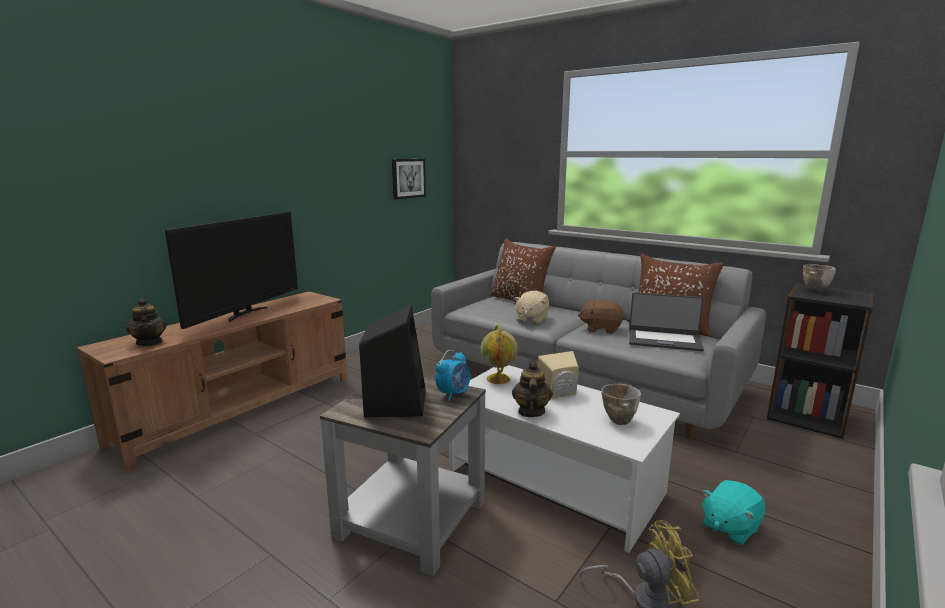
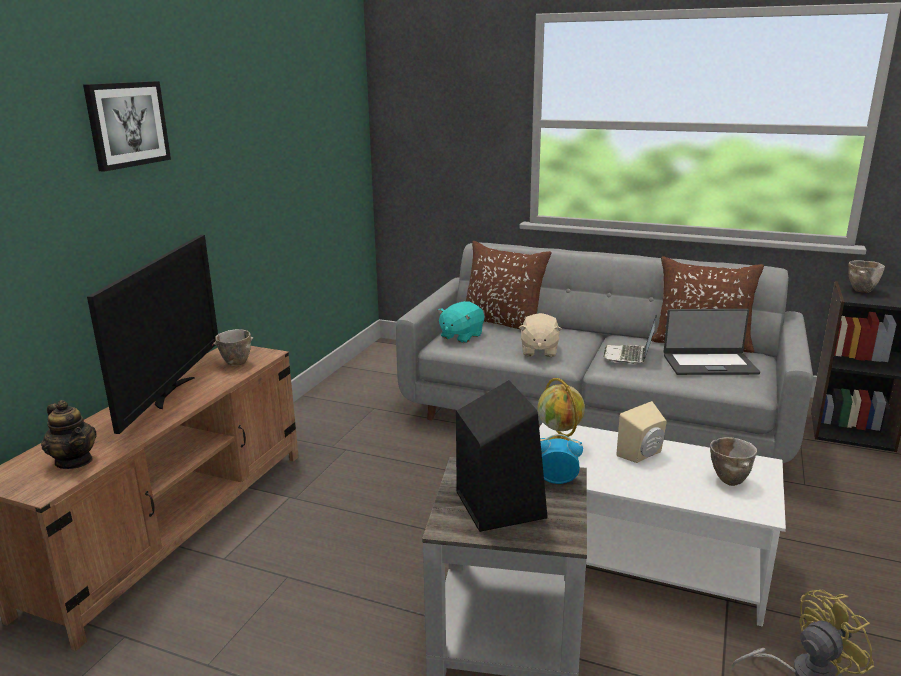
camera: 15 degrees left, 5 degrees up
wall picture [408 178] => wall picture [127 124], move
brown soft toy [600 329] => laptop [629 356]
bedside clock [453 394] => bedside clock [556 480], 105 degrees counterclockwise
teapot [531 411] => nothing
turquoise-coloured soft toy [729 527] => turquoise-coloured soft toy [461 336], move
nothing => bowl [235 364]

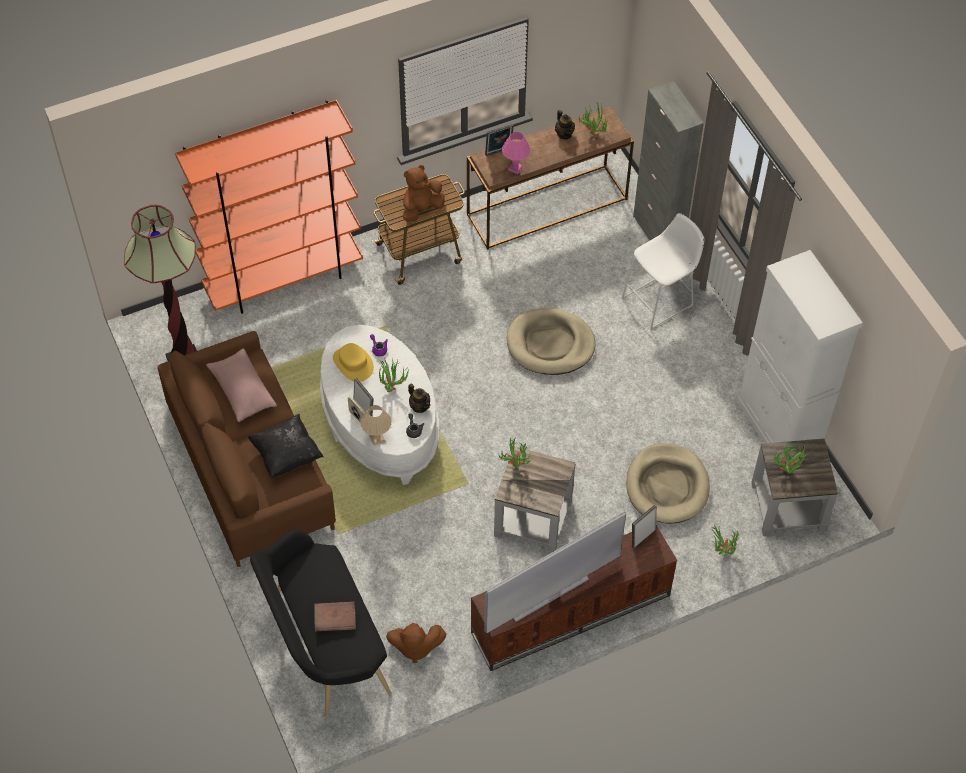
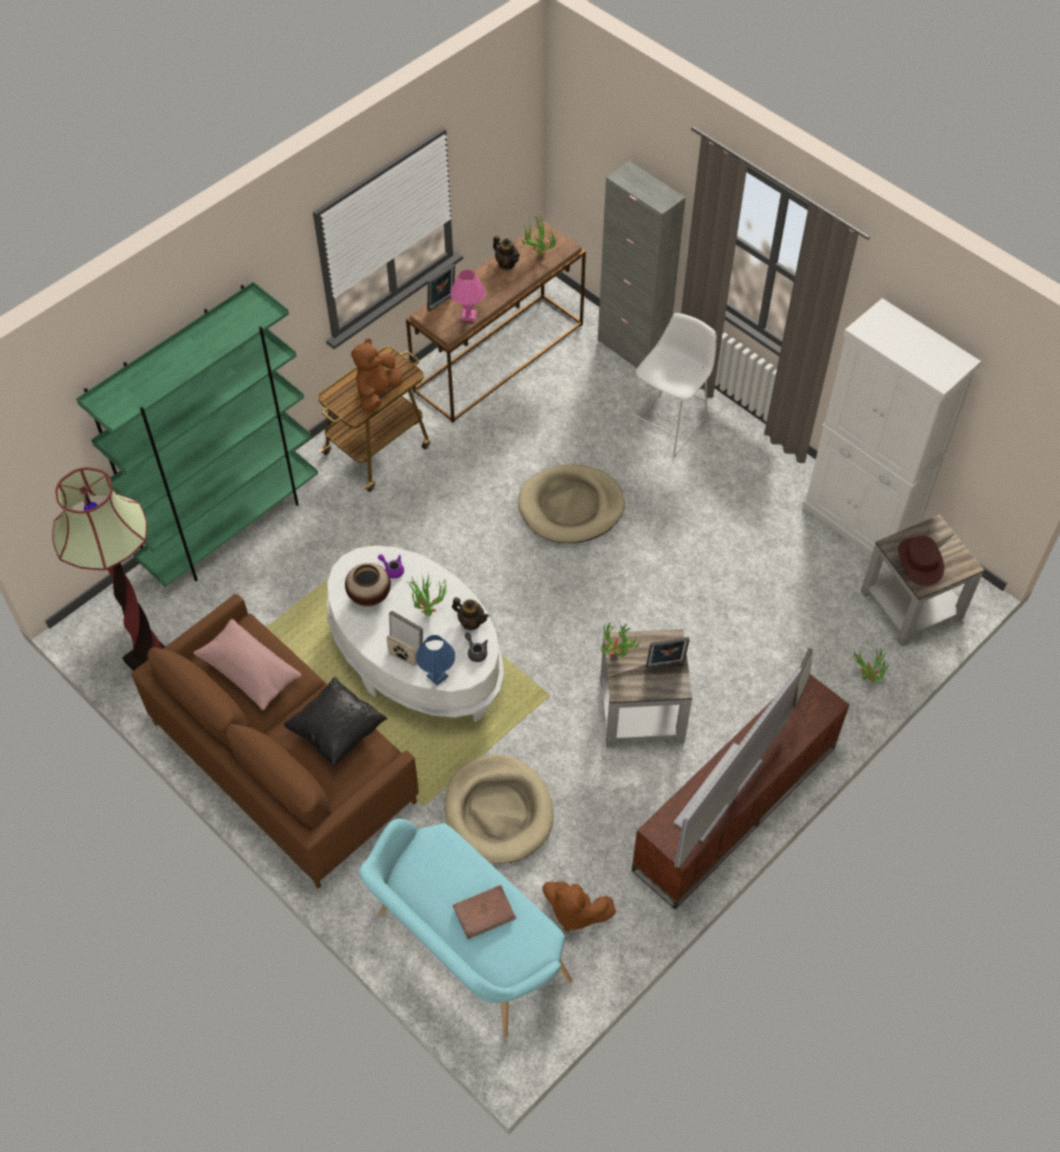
camera: 20 degrees left, 0 degrees up
orange-coloured shelving unit [284 280] => green shelving unit [231 526]
yellow-coloured clothing hat [353 363] => vase [369 596]
sand-coloured lamp for a table [377 439] => bluish lamp for a table [438 676]
sand-coloured pet bed [667 486] => sand-coloured pet bed [498 811], move
plant in a pot [788 470] => brown clothing hat [920 561]
black indoor bench [324 646] => turquoise-coloured indoor bench [465 950]
brown soft toy [415 647] => brown soft toy [574 912], 45 degrees clockwise
nothing => photo frame [665 666]

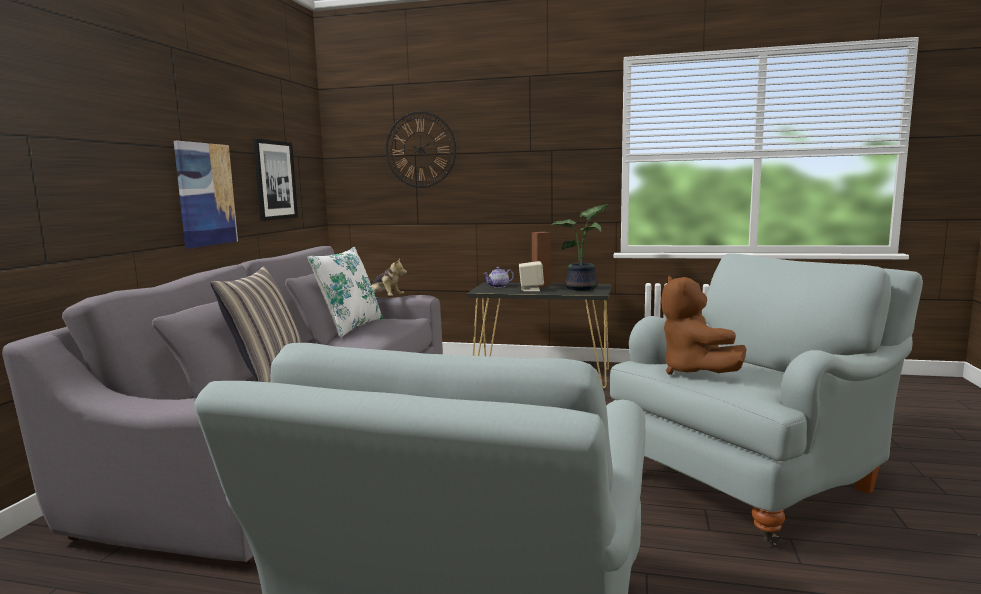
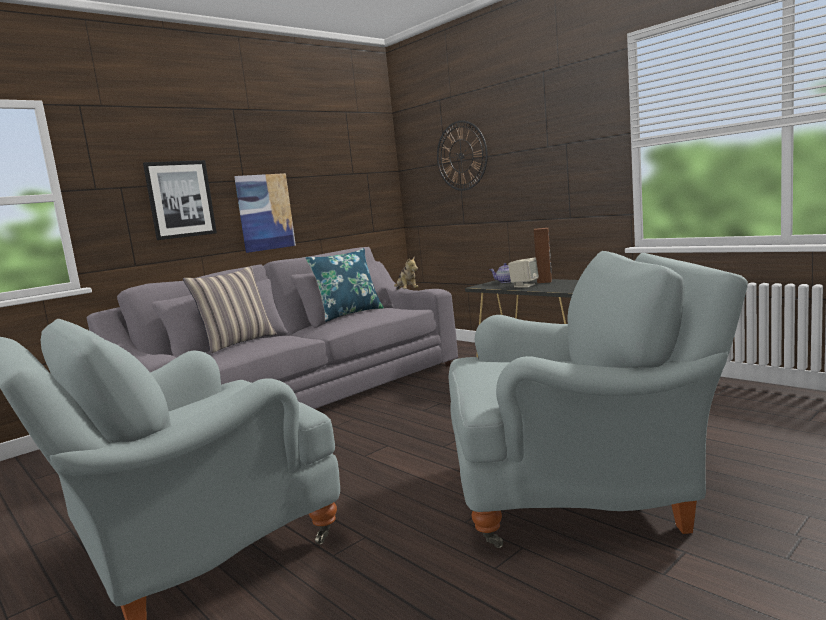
camera: 35 degrees right, 0 degrees up
wall picture [275 180] => wall picture [180 199], move
plant in a pot [583 288] => nothing
white-coloured pillow [350 327] => bluish pillow [349 314]
brown soft toy [694 371] => nothing

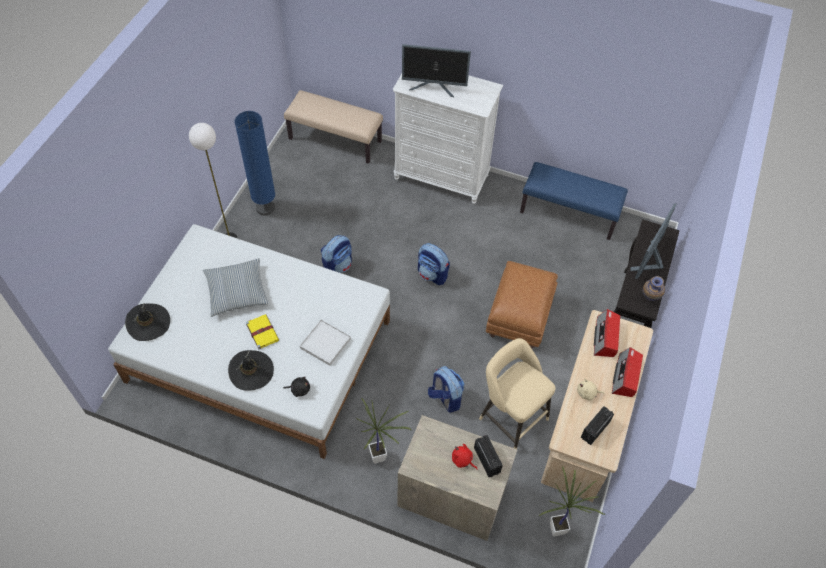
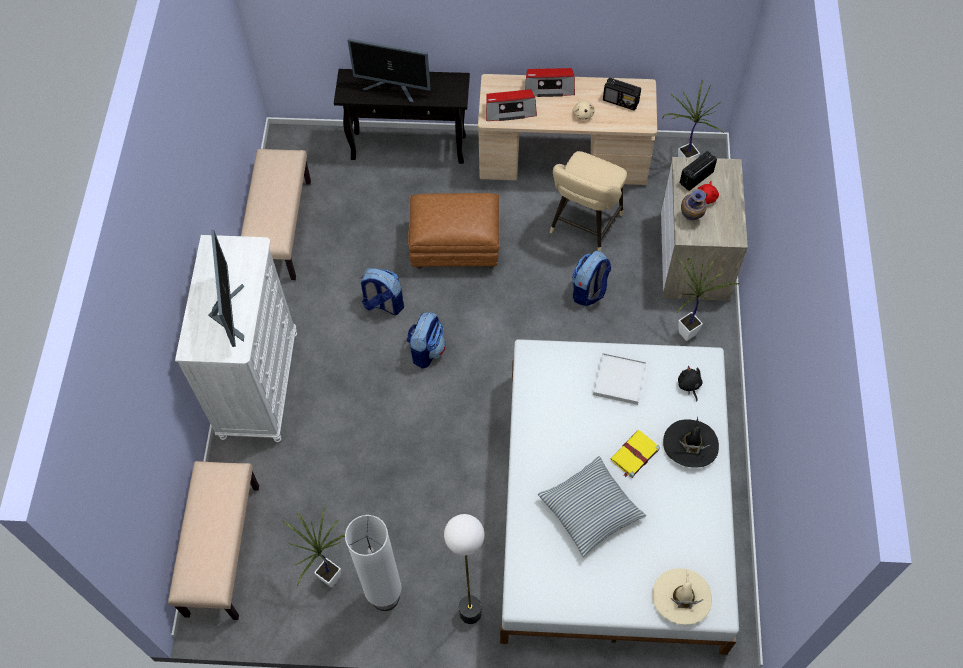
camera: 105 degrees left, 5 degrees up
bluish standard lamp [265 208] => white-coloured standard lamp [385 597]
bluish indoor bench [569 213] => sand-coloured indoor bench [280 228]
rucksack [338 266] => rucksack [383 304], move
vase [649 299] => vase [691 218], move
black clothing hat [148 323] => sand-coloured clothing hat [681 597]
nothing => plant in a pot [329 575]

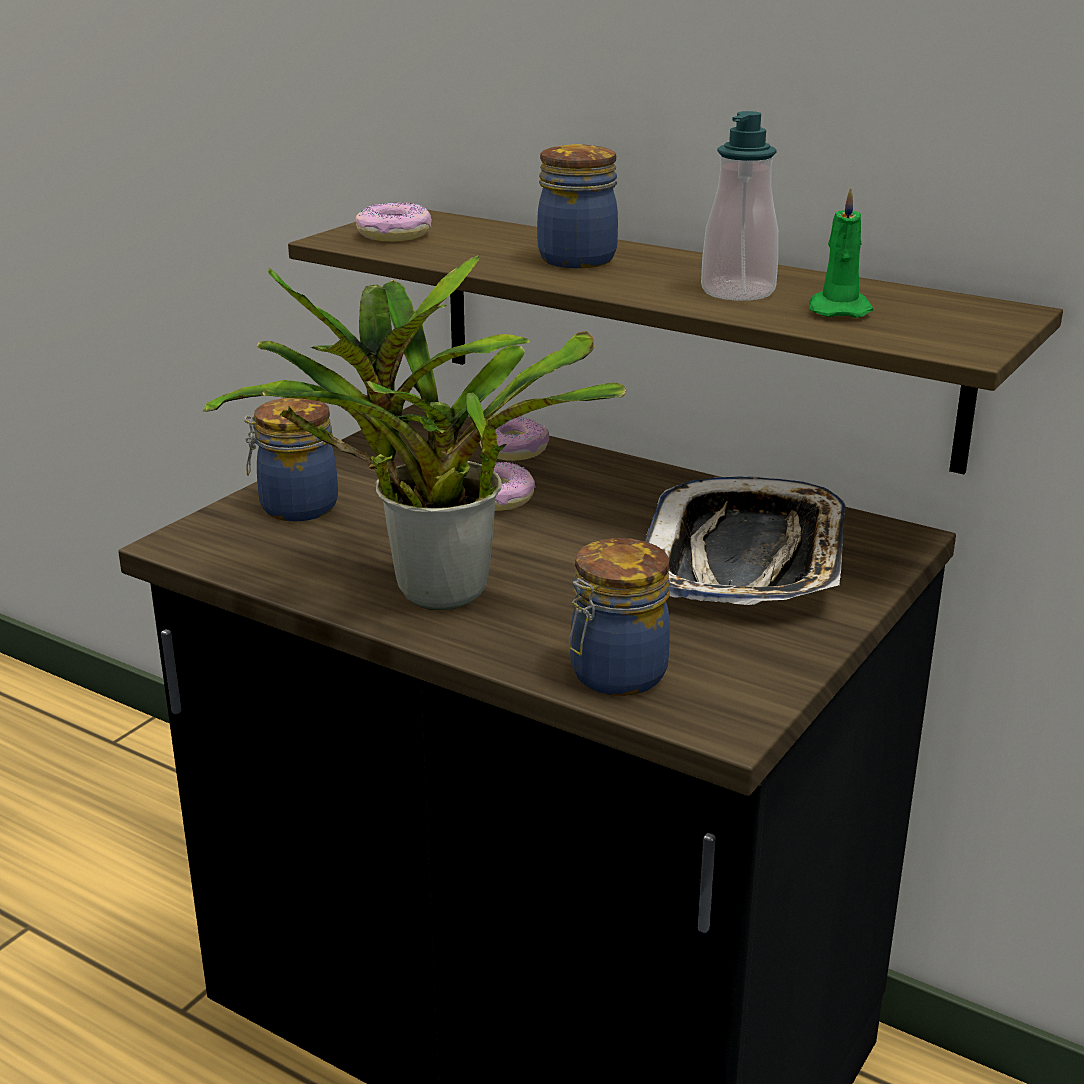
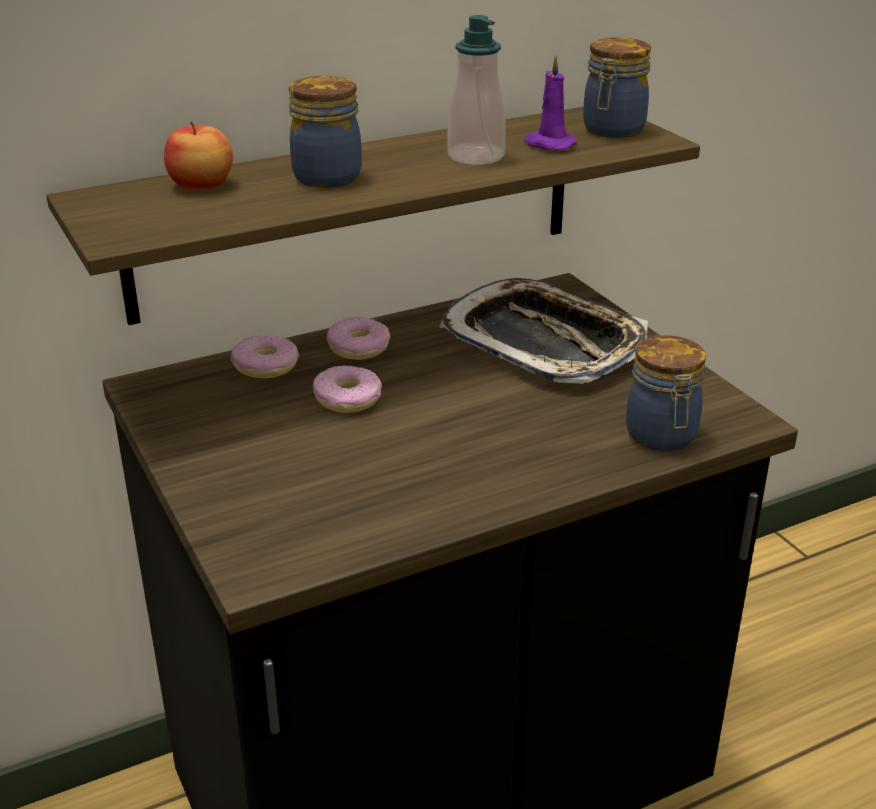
camera: 60 degrees left, 5 degrees up
green wax candle [838 310] => purple wax candle [548 144]
ring doughnut [394 234] => ring doughnut [358 347], move
plant in a pot [429 591] => nothing
preserve jar [295 507] => preserve jar [612 130], move
nothing => apple fruit [202 185]

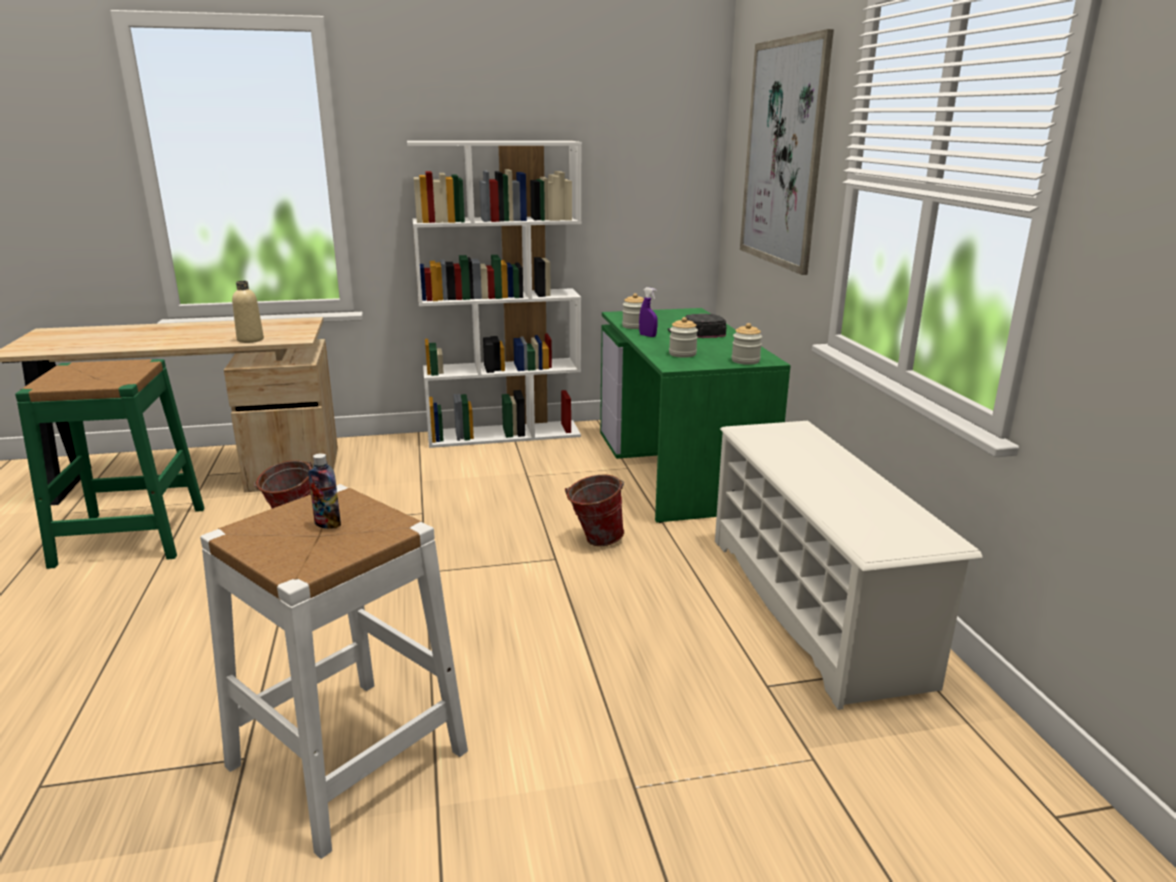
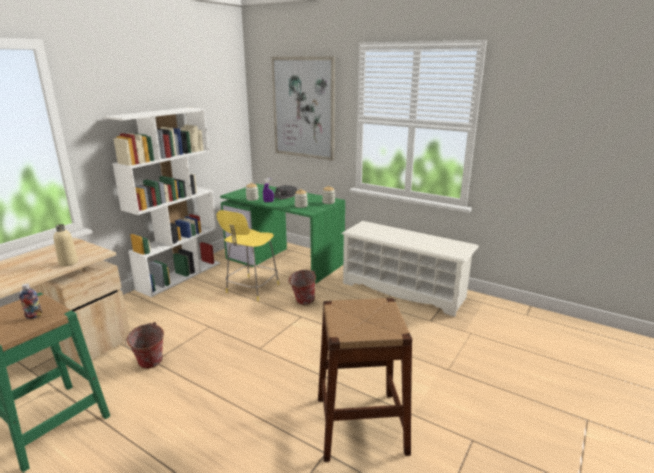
camera: 45 degrees left, 0 degrees up
beverage bottle [327 524] => beverage bottle [34 316], move
white-coloured stool [348 758] => brown stool [361 424]
nothing => yellow-coloured stool [251 289]

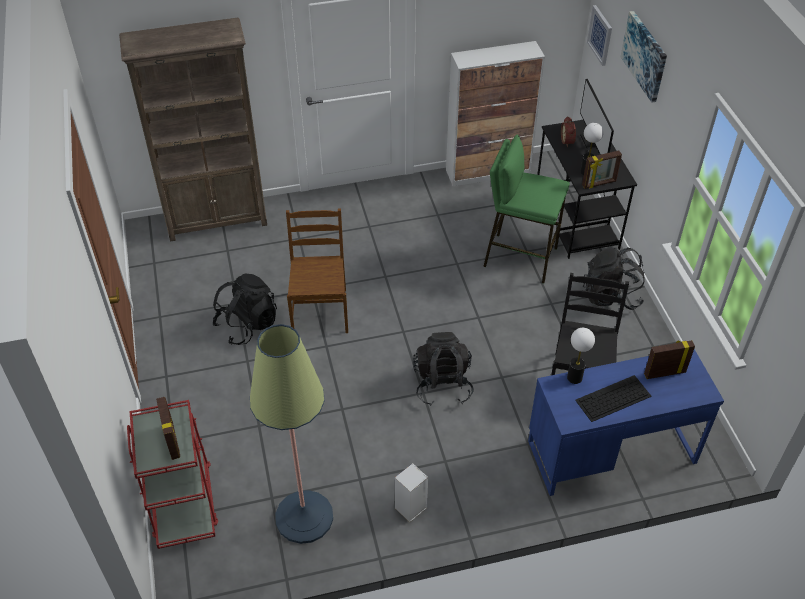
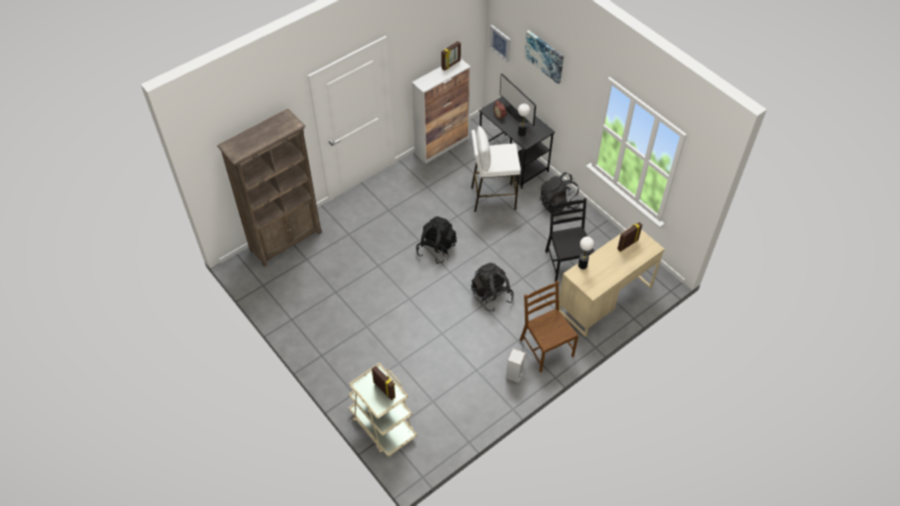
camera: 25 degrees left, 5 degrees up
green stool [520 257] => white-coloured stool [493 198]
photo frame [599 184] => photo frame [451 65], move
brown plain chair [320 311] => brown plain chair [545 348], move
black rucksack [247 325] => black rucksack [436 249], move
standard lamp [304 517] => nothing
bluish desk table [611 451] => sand-coloured desk table [604 298]
keyboard [612 398] => nothing
red trolley [183 502] => sand-coloured trolley [382 425]

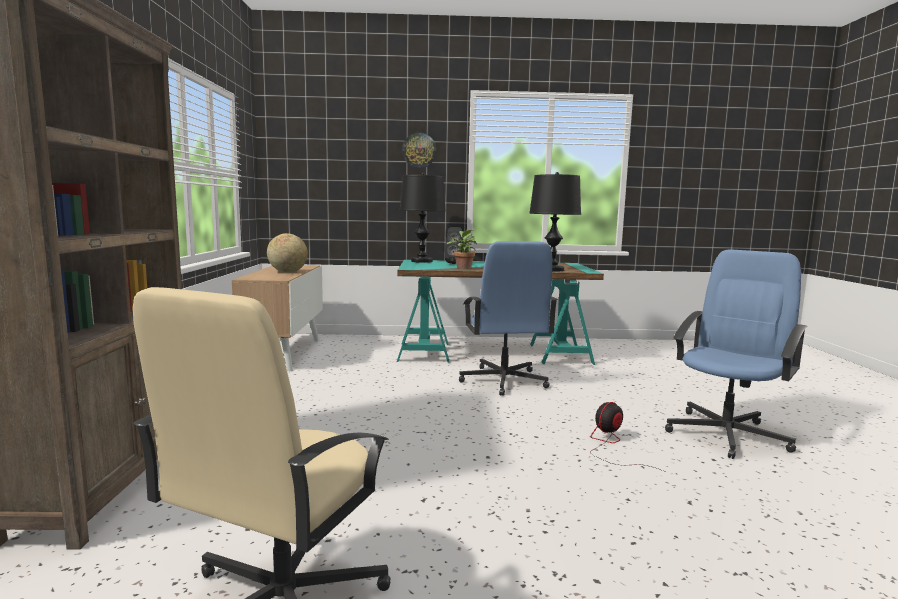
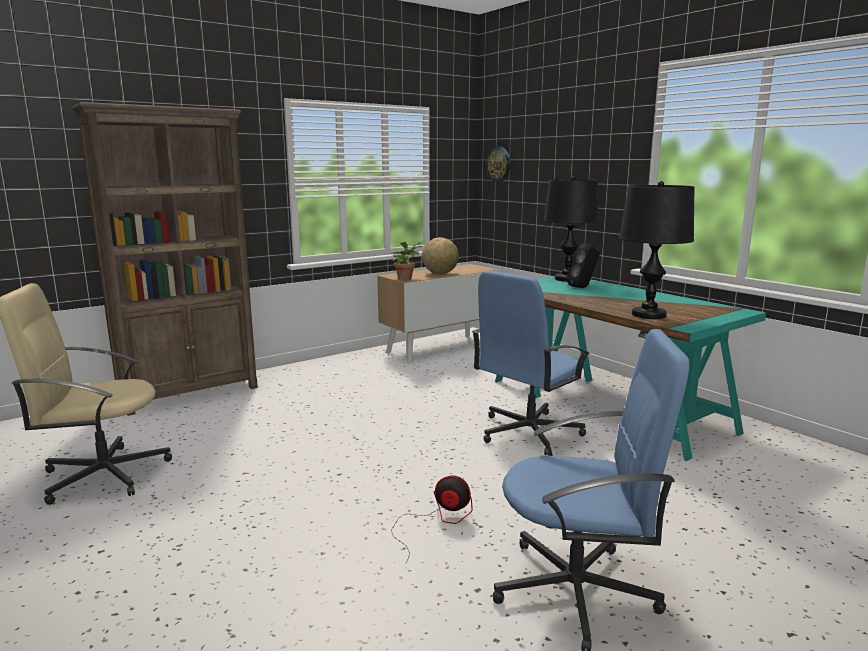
camera: 55 degrees right, 5 degrees up
wall clock [419 150] => wall clock [498 164], move
plant in a pot [462 268] => plant in a pot [405 278], move

